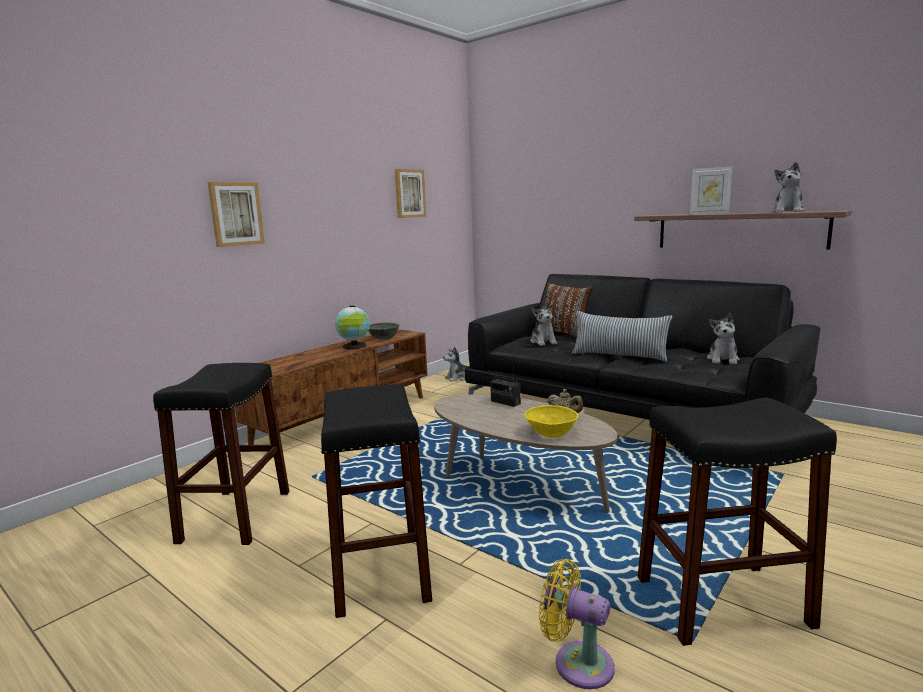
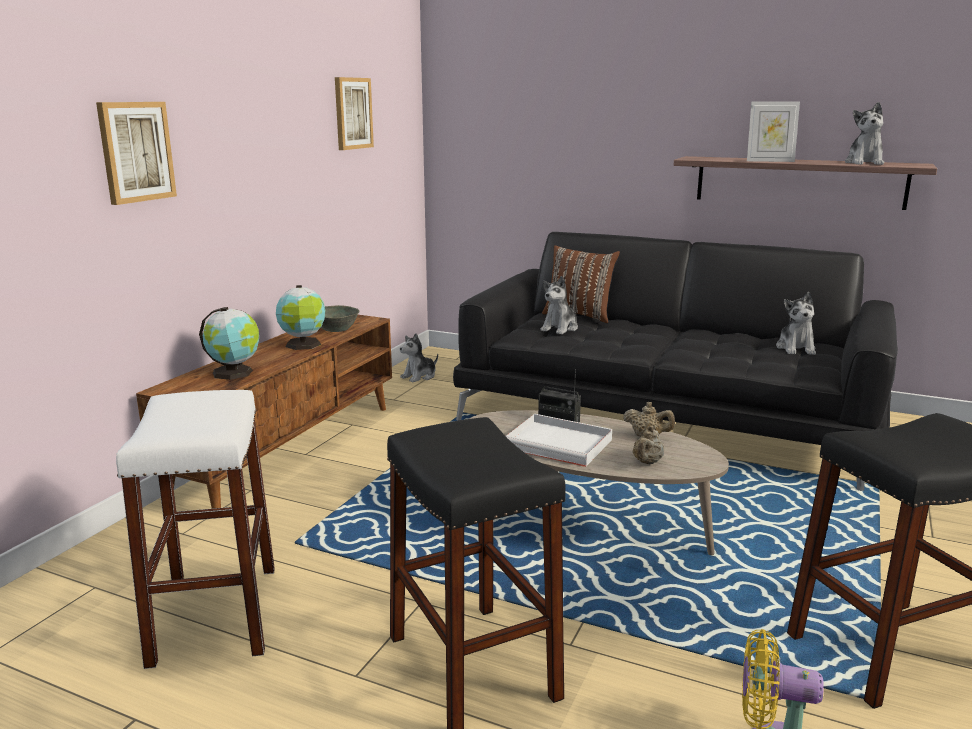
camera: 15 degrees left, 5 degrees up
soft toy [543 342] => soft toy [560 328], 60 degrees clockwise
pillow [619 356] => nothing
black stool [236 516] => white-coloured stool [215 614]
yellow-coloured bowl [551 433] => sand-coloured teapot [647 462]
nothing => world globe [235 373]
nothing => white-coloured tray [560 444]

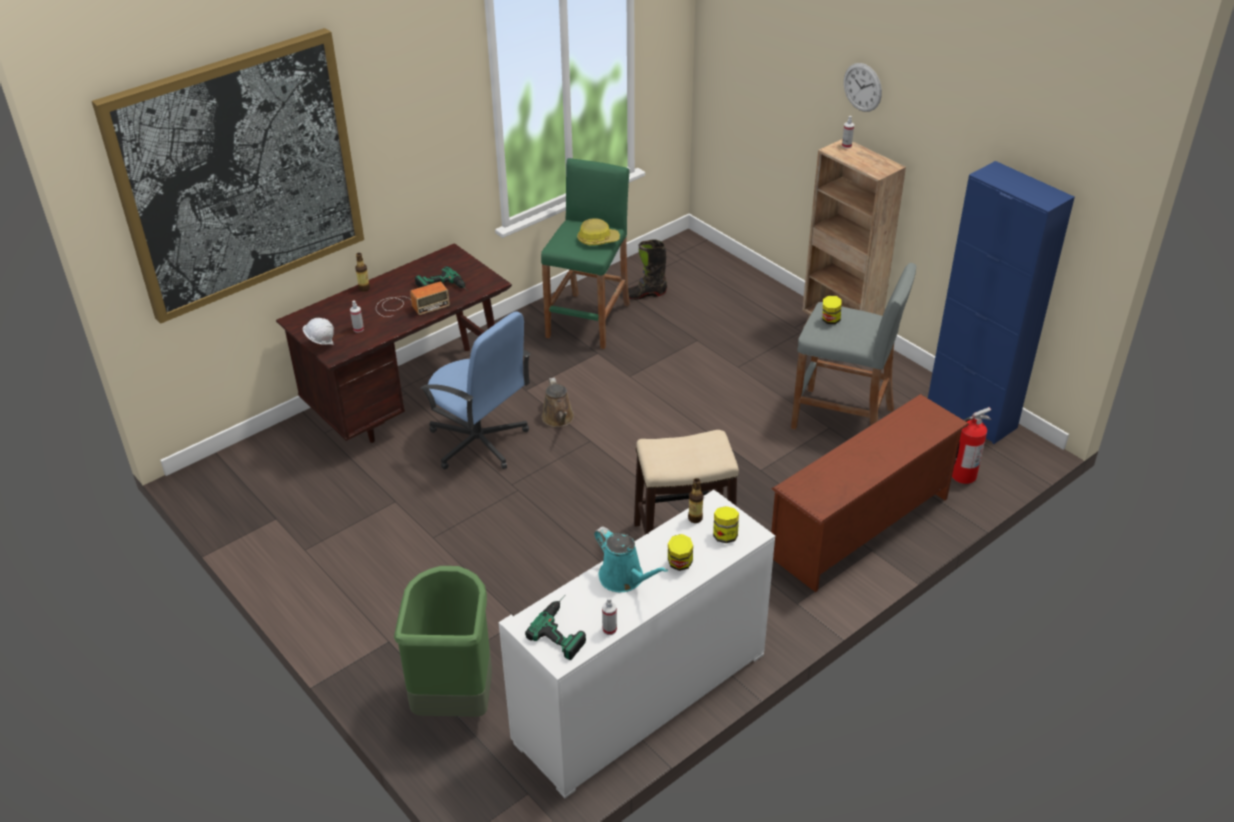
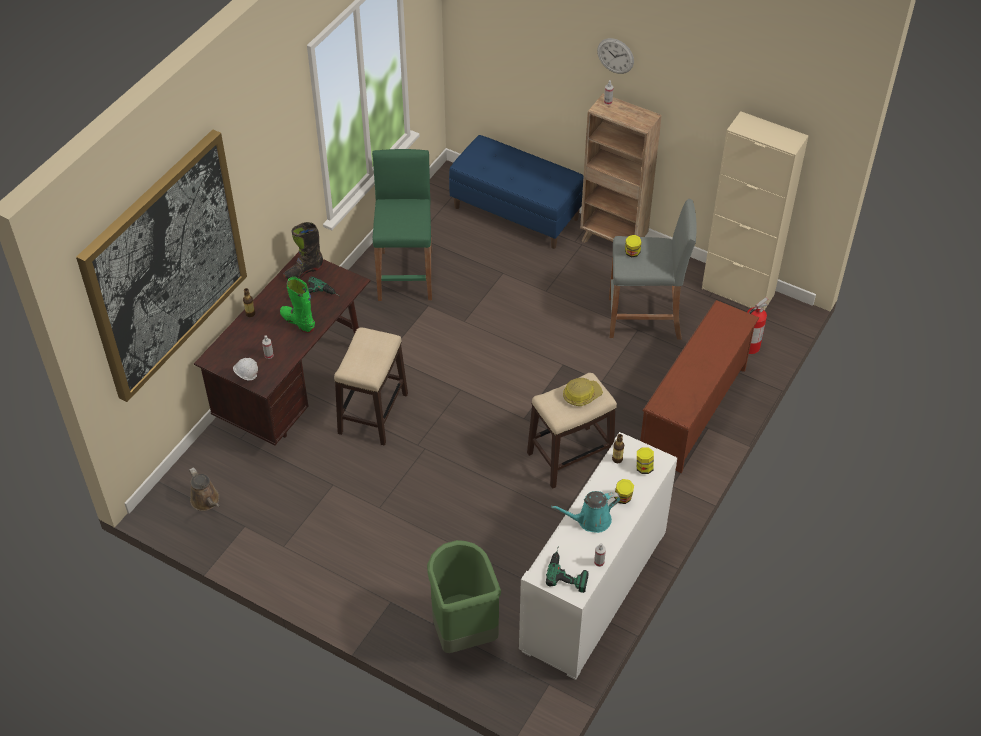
camera: 20 degrees left, 10 degrees up
bluish storage cabinet [971 415] => sand-coloured storage cabinet [738 291]
work helmet [597 240] => work helmet [581 395], move
black high-top boot [645 294] => black high-top boot [303 271], move
radio [409 306] => green high-top boot [298 322]
bluish desk chair [479 442] => stool [373 414]
brown watering can [558 419] => brown watering can [206 501], move
turquoise-coloured watering can [624 578] => turquoise-coloured watering can [590 520], 135 degrees clockwise
nothing => bluish indoor bench [516 213]

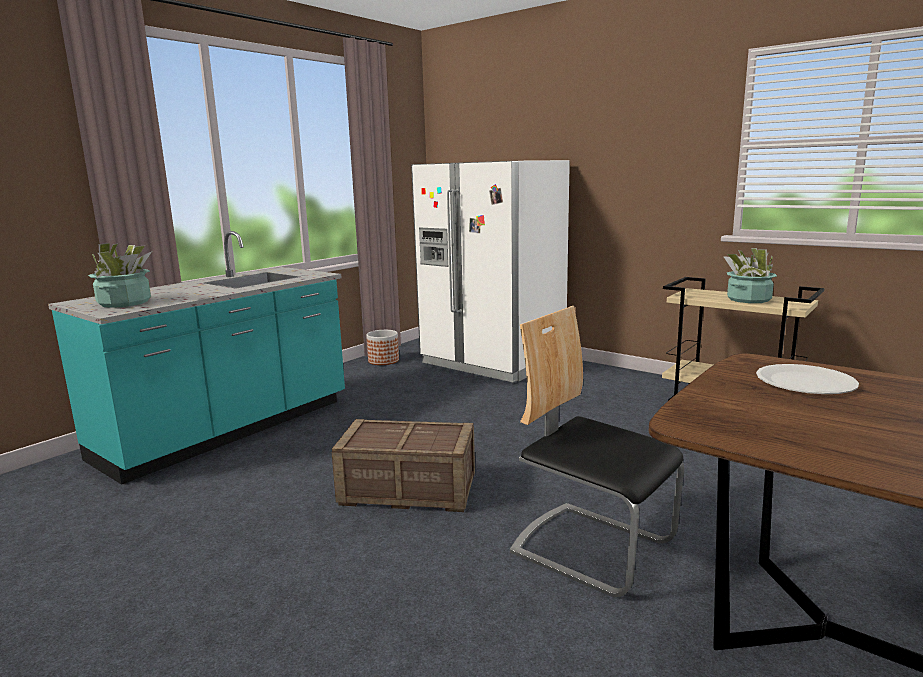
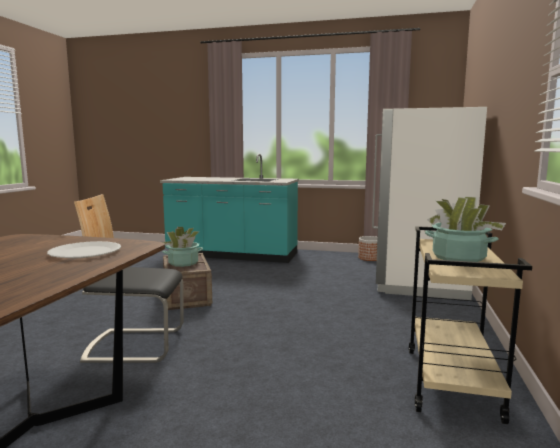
camera: 65 degrees right, 5 degrees down
plant in a pot [124 303] => plant in a pot [183 263], move
plain chair [592 547] => plain chair [135 345], 105 degrees counterclockwise

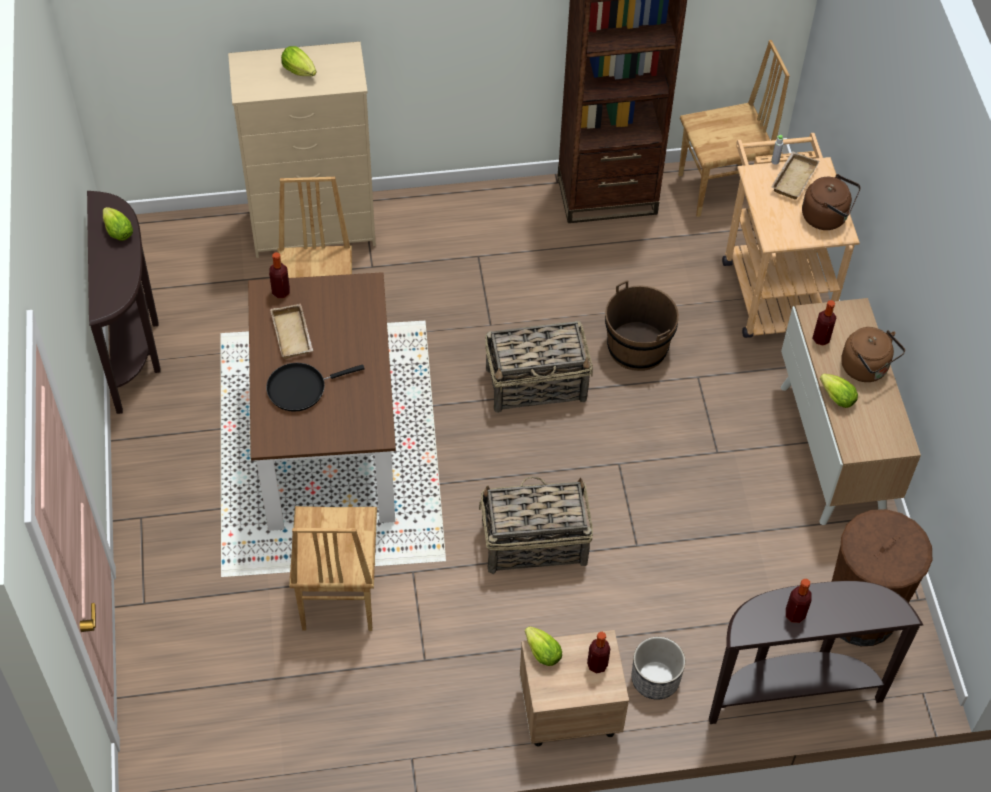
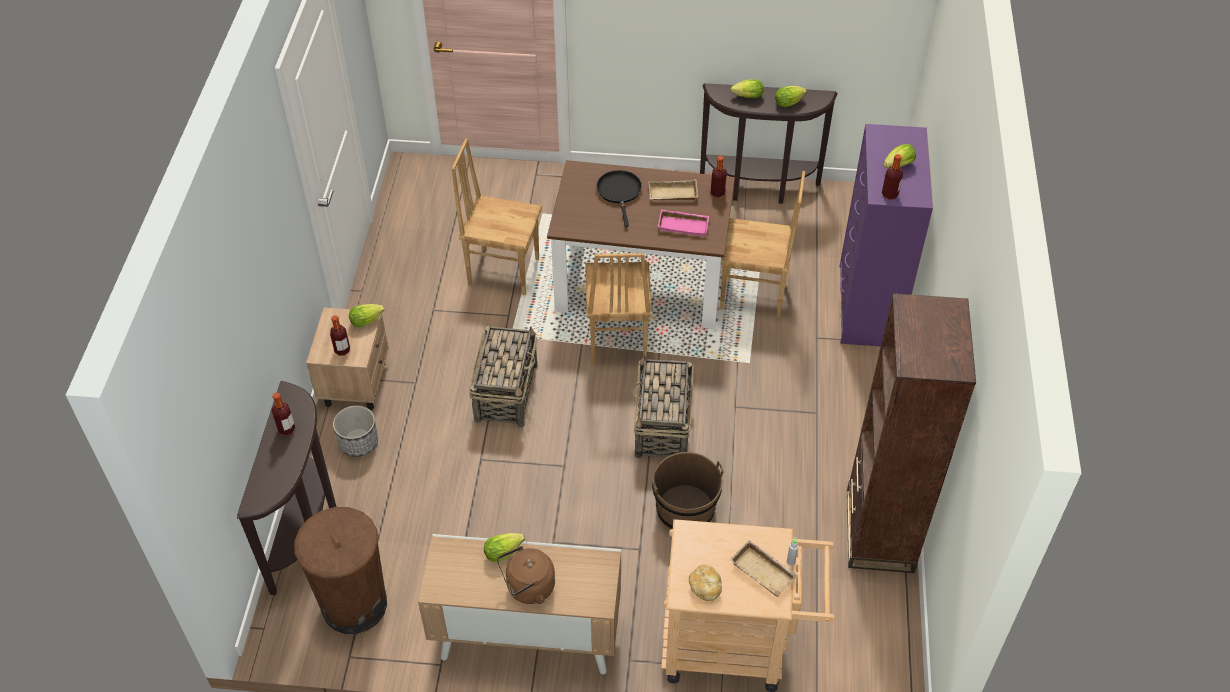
camera: 105 degrees right, 5 degrees down
brown plain chair [720 190] => brown plain chair [616 340], move
sand-coloured dresser [314 227] => purple dresser [868 306]
brown water kettle [827 217] => bread [705 587]
beverage bottle [821 338] => beverage bottle [889 195], move
nothing => head of lettuce [746 97]
nothing => pinkish tray [684 225]

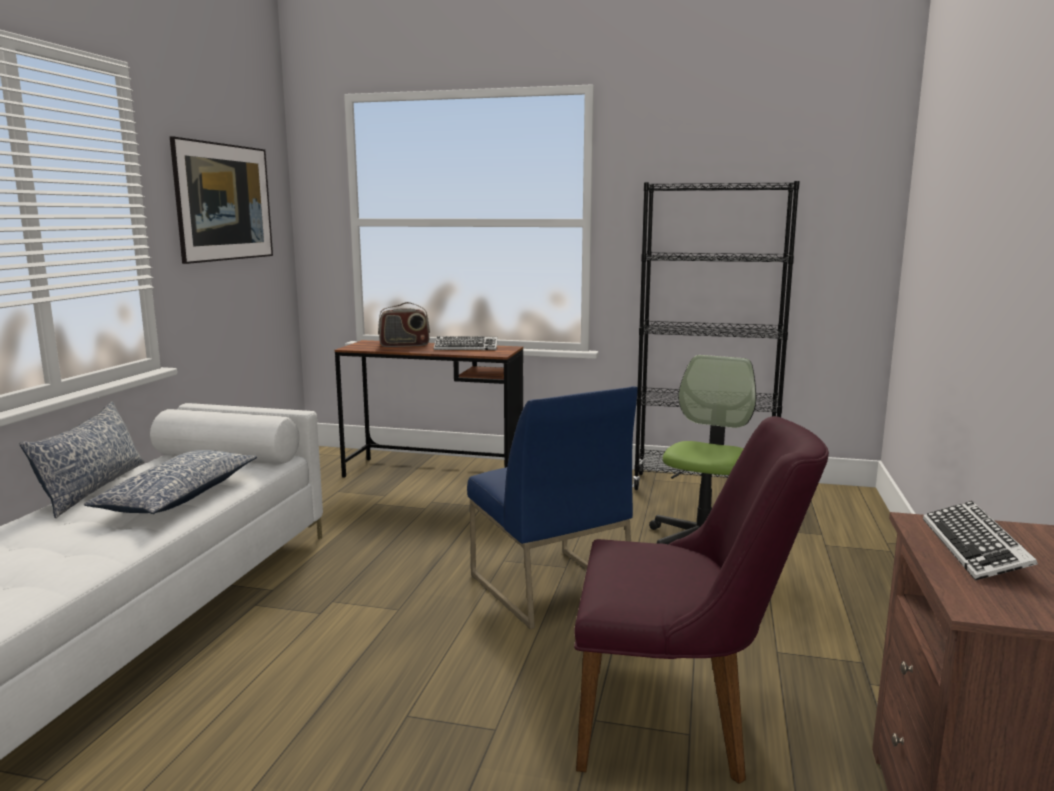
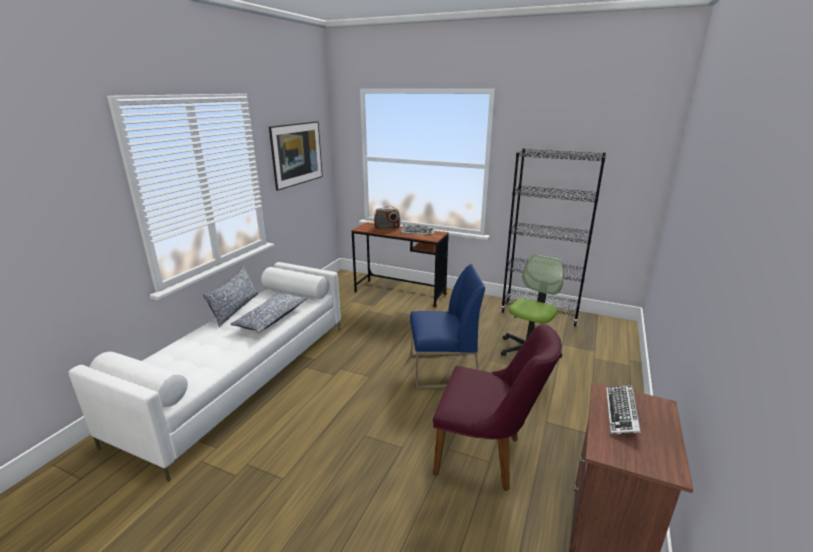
camera: 10 degrees right, 10 degrees up
bluish plain chair [547 586] => bluish plain chair [442 370], 75 degrees counterclockwise

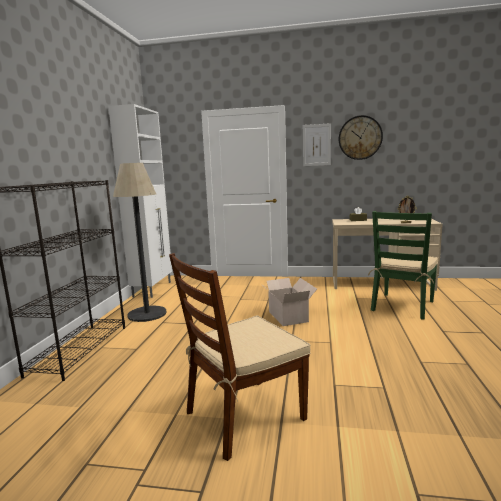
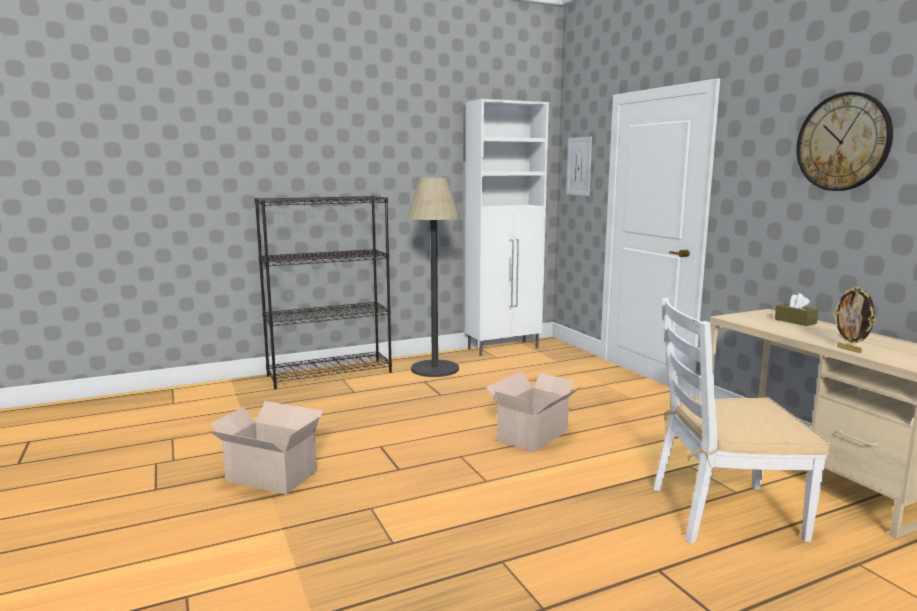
camera: 55 degrees right, 0 degrees up
wall picture [316 145] => wall picture [579 166], move
green plain chair [402 306] => white-coloured plain chair [724 512]
brown plain chair [244 416] => packing box [270 475]

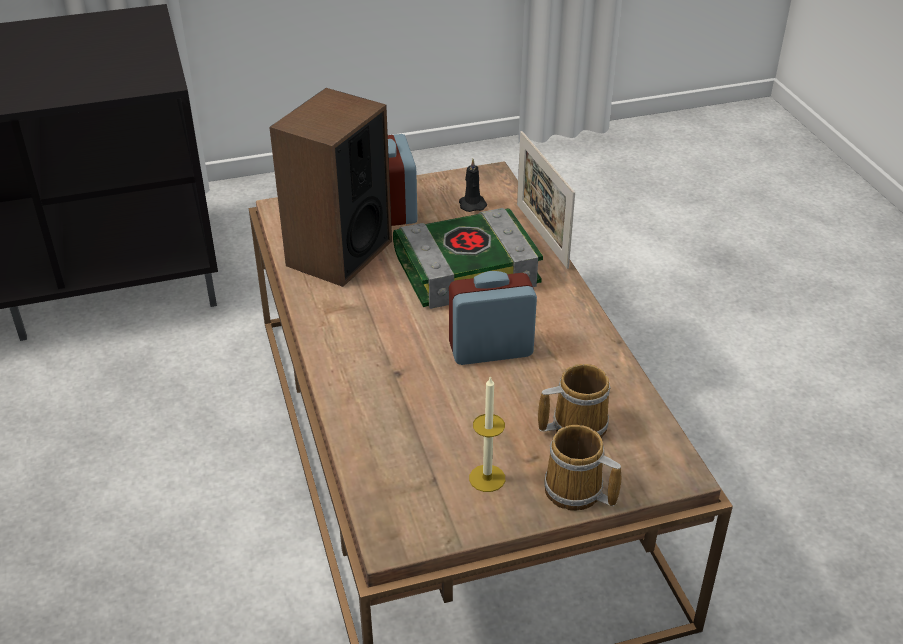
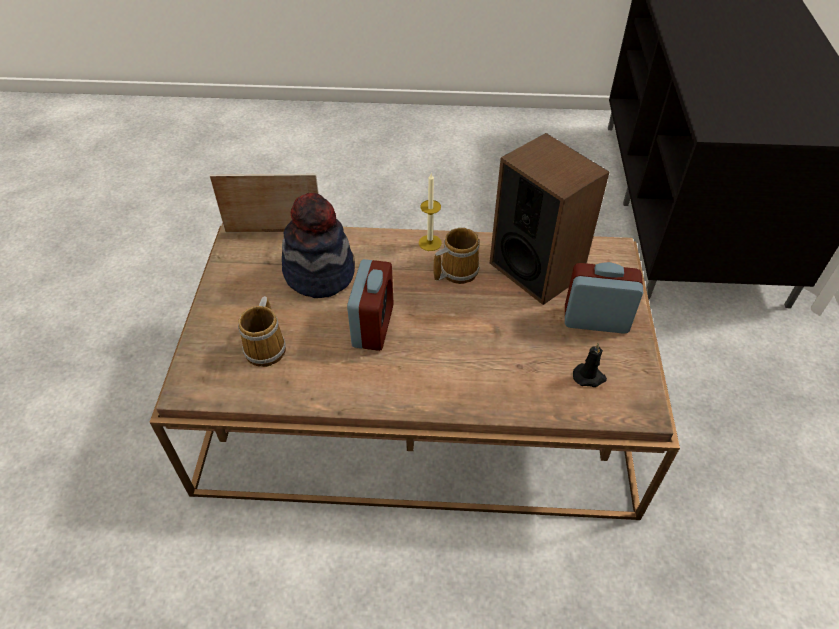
camera: 110 degrees right, 10 degrees up
photo frame [541 235] => photo frame [274 231], move
bound book [467 268] => nothing
wax candle [487 478] => wax candle [430 243], move
mug [576 492] => mug [456 271], move
nothing => clothing hat [319 272]

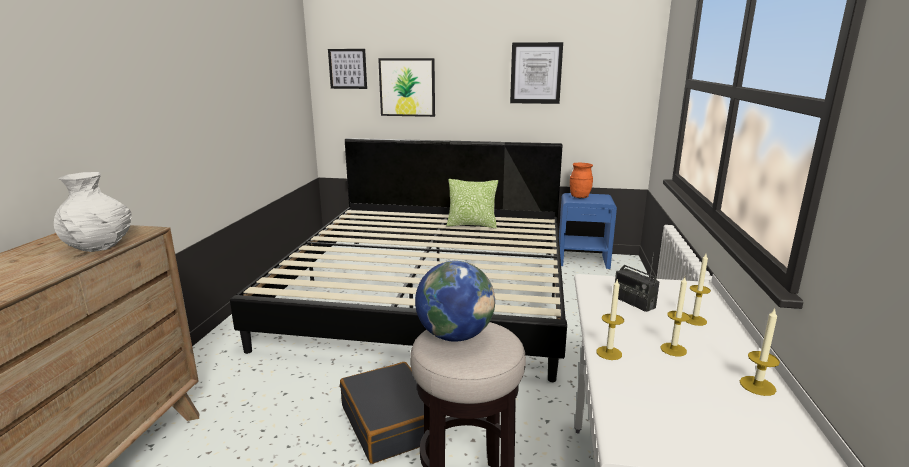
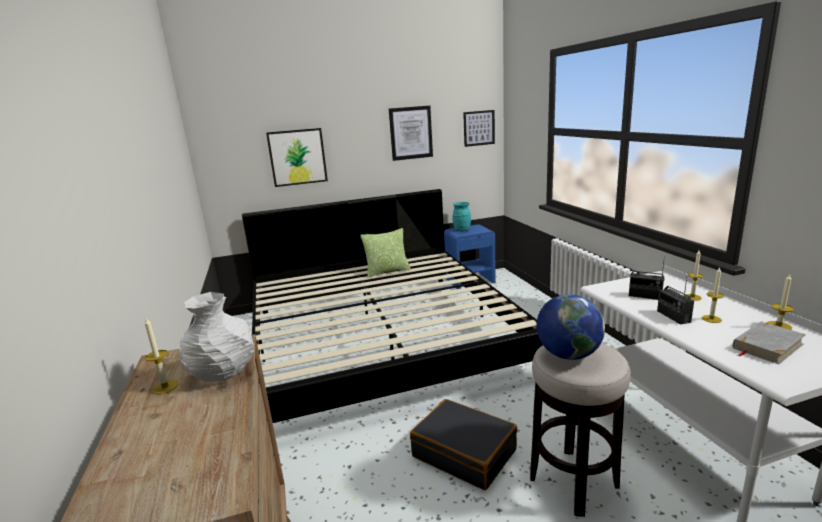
camera: 25 degrees left, 0 degrees up
wall picture [347 69] => wall picture [479 128], move
orange-coloured vase [579 197] => turquoise-coloured vase [461 230]
wax candle [609 353] => wax candle [165 387], move
nothing => radio [673 316]
nothing => greyish bound book [767 346]

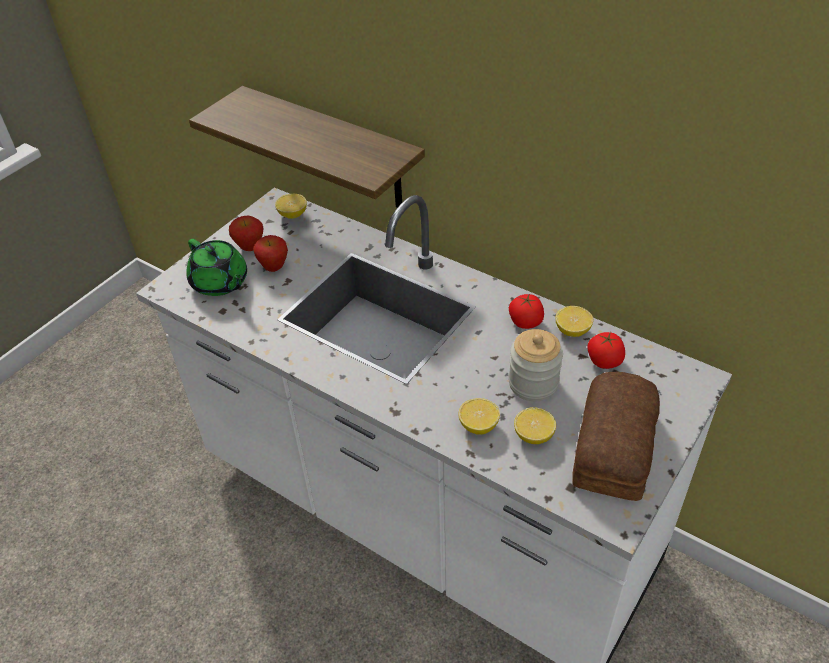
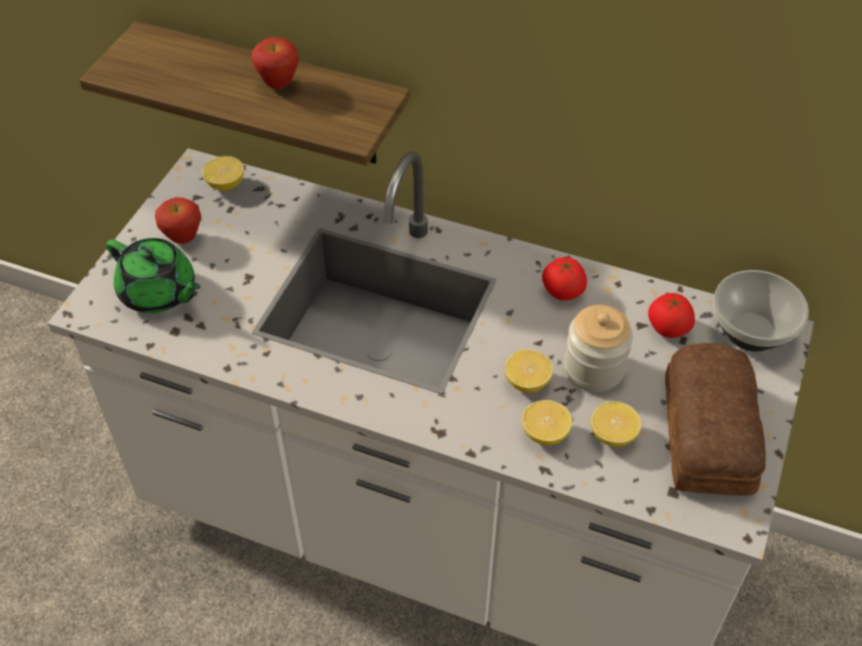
camera: 15 degrees left, 5 degrees up
apple fruit [274 268] => apple fruit [279 85], move
citrus fruit [572 331] => citrus fruit [527 382], move
nothing => bowl [750 331]

